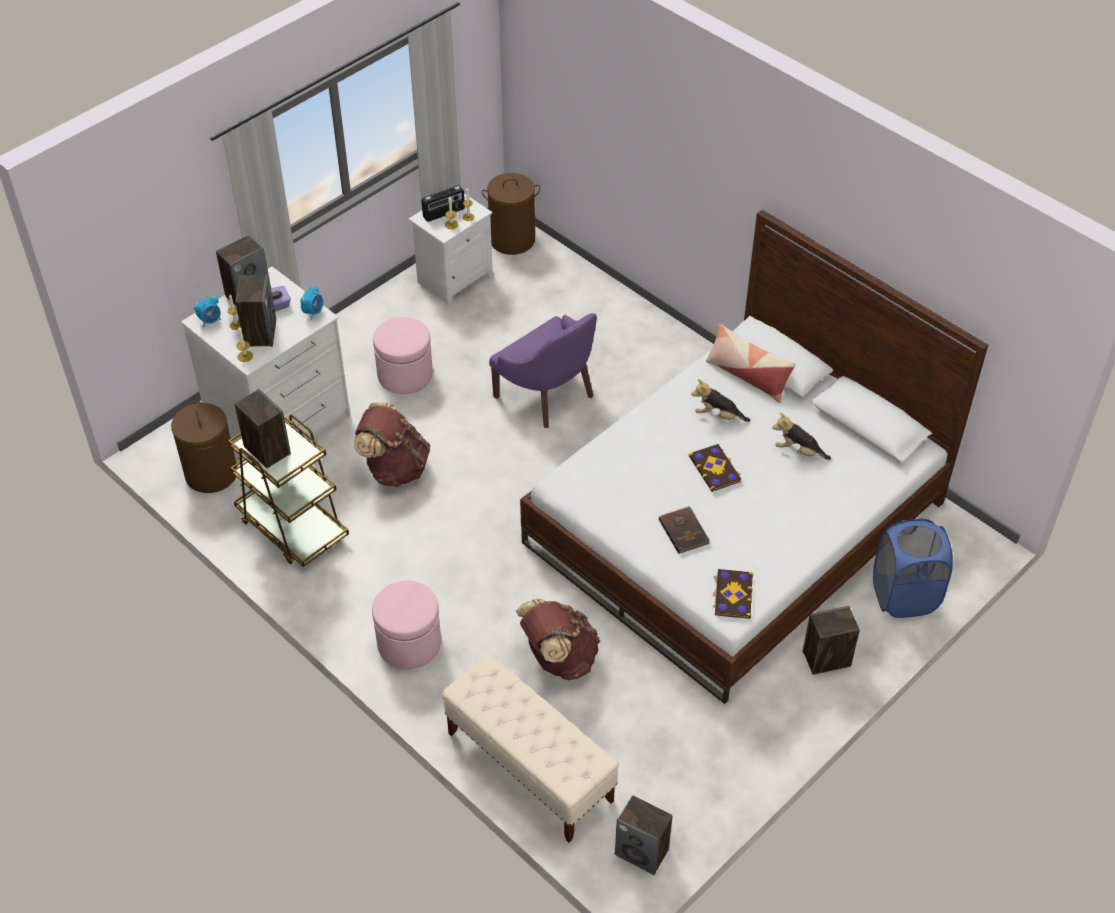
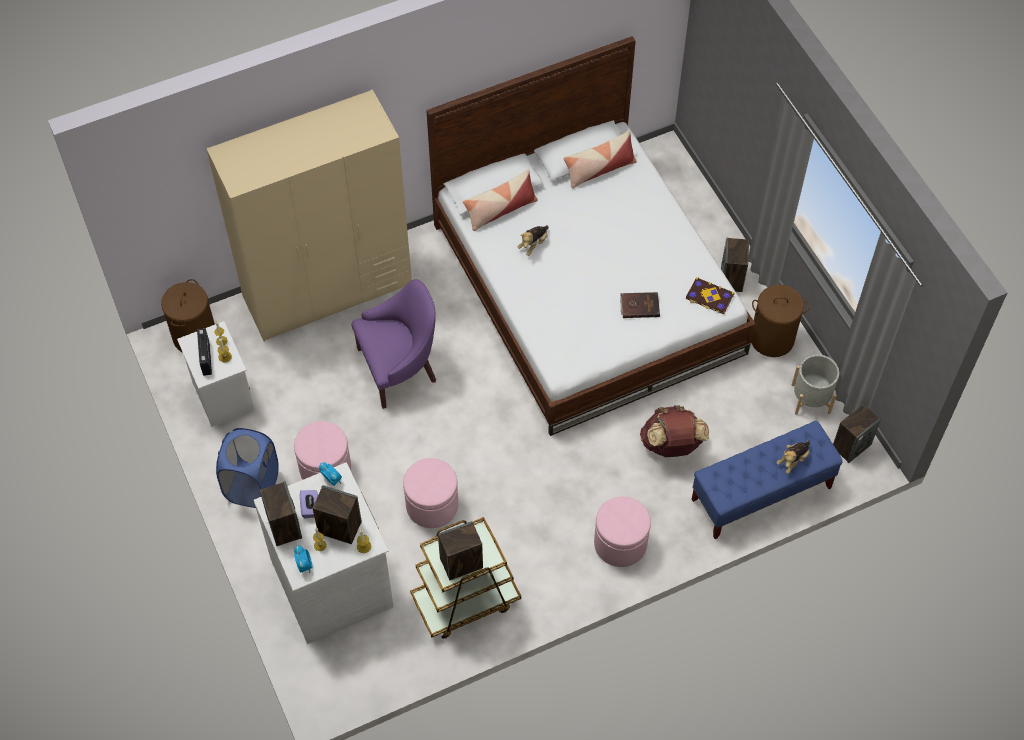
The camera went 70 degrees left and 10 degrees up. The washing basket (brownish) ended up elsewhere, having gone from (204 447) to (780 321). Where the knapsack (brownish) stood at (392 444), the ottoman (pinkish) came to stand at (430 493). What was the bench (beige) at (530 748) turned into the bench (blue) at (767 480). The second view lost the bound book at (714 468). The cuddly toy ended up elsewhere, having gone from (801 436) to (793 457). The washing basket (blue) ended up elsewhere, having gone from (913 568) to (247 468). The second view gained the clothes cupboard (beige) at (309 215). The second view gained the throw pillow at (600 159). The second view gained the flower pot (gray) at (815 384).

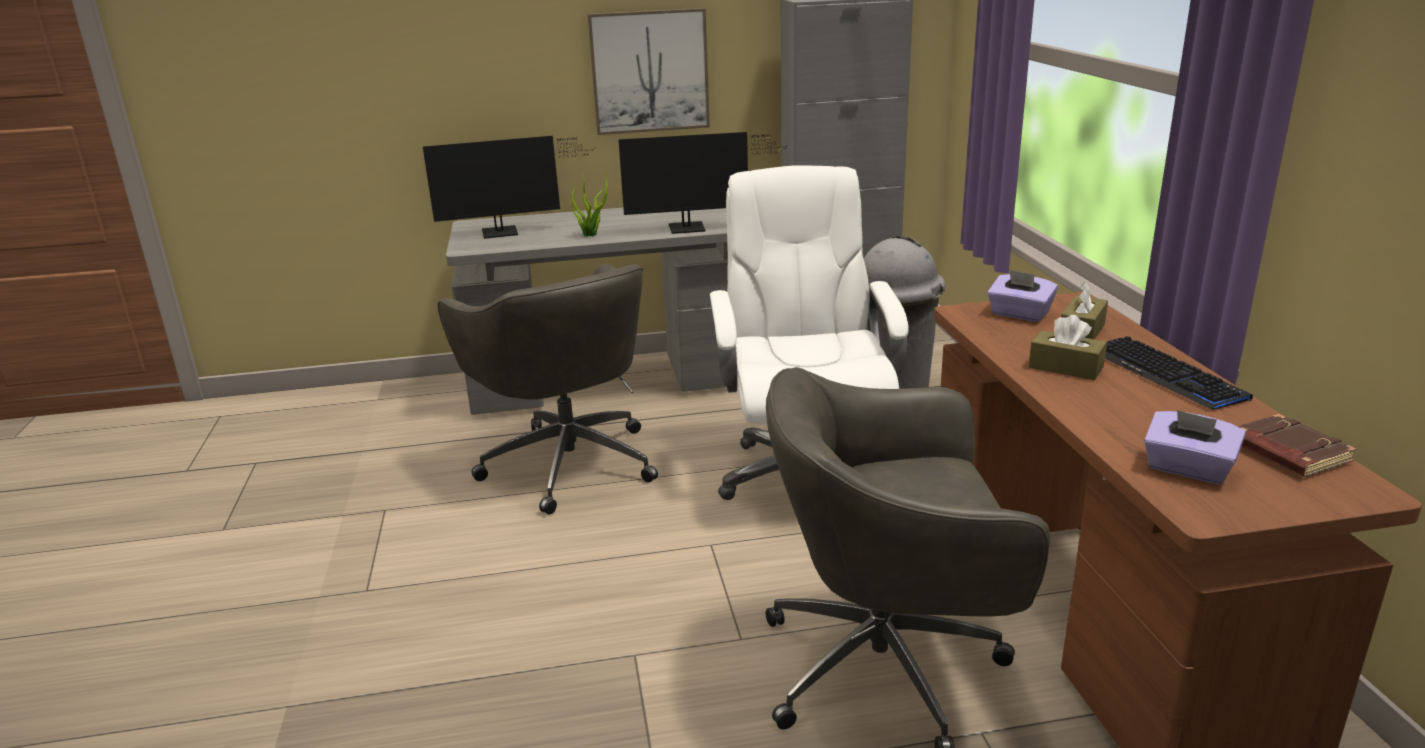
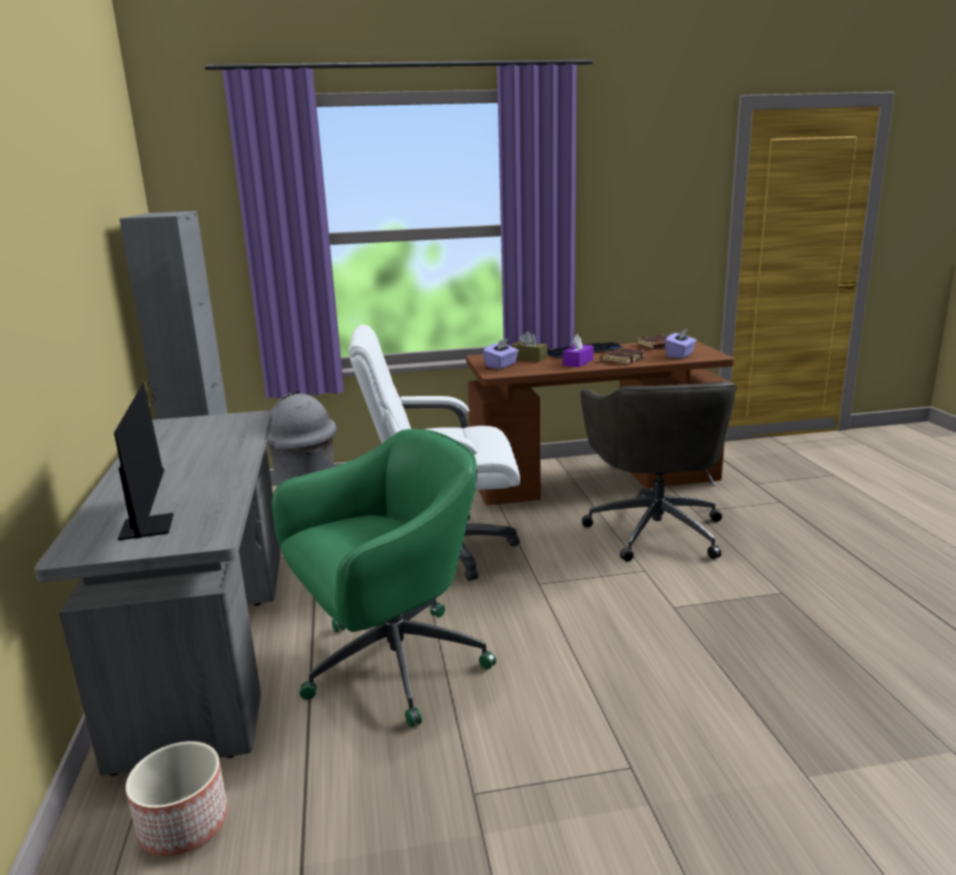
The camera went 90 degrees left and 5 degrees down. What was the computer chair (gray) at (548 389) turned into the computer chair (greenish) at (384 578). The second view lost the potted plant at (590 202). The second view lost the wall art at (649 71). The second view lost the computer display at (703 183). What was the box of tissues (brownish) at (1068 347) turned into the box of tissues (purplish) at (578 350). The second view gained the flower pot at (176 798). The second view gained the bound book (brownish) at (623 356).

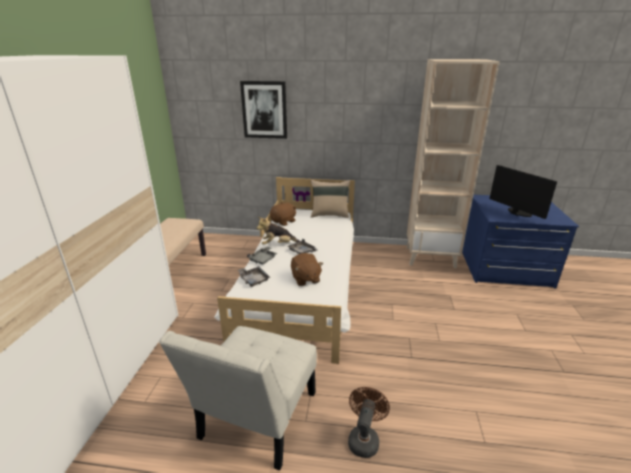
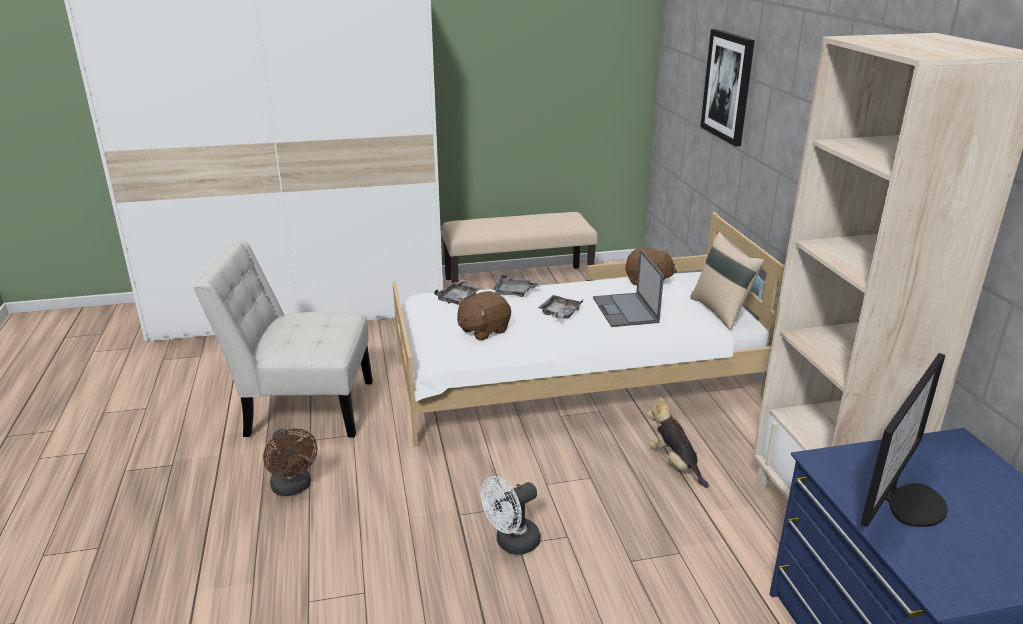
The camera went 70 degrees right and 0 degrees up. The cuddly toy ended up elsewhere, having gone from (278 231) to (677 442). The electric fan (brownish) at (369 422) ended up facing another way, 60 degrees clockwise from before. The second view gained the electric fan (white) at (510 515). The second view gained the notebook computer at (628 288).

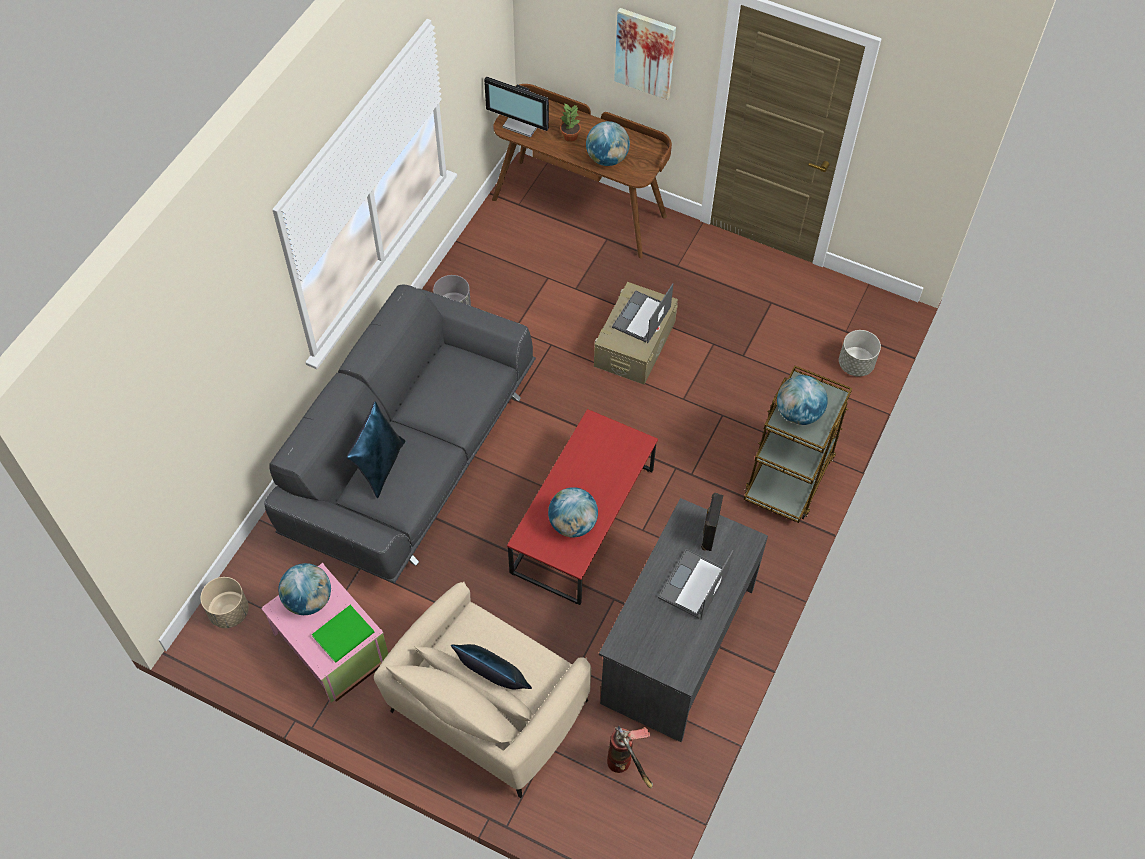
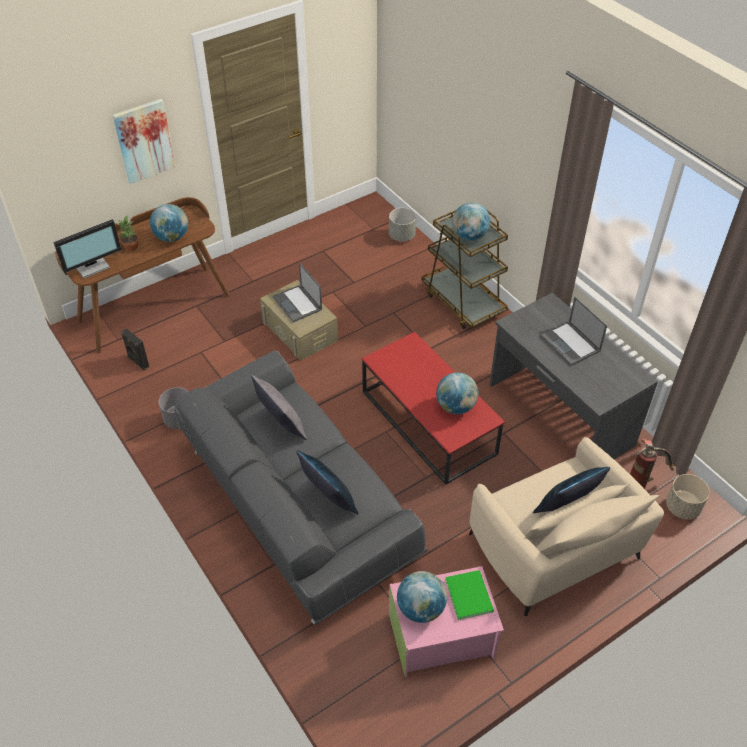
The camera went 60 degrees left and 10 degrees down. The flower pot (beige) ended up elsewhere, having gone from (224 602) to (688 497). The audio speaker (black-coloured) ended up elsewhere, having gone from (712 522) to (135 349). The second view gained the throw pillow (gray) at (279 407).

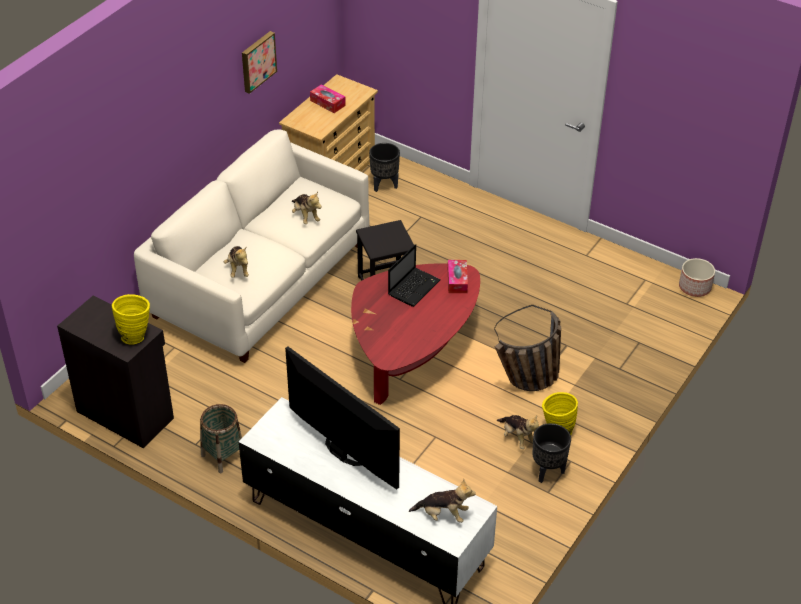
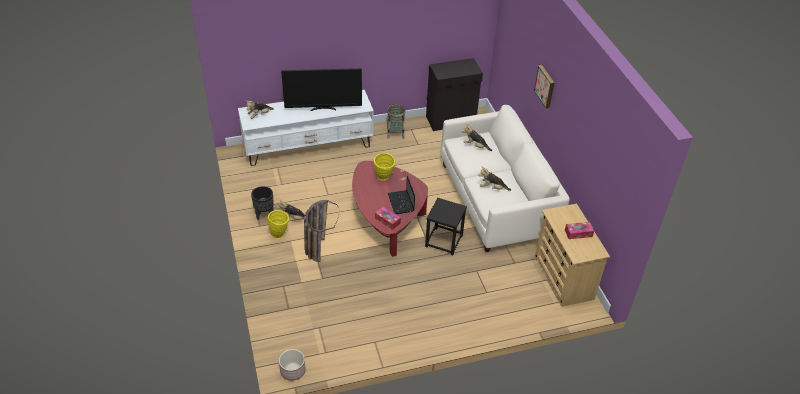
The camera went 130 degrees right and 0 degrees up. The decorative vase (yellowish) ended up elsewhere, having gone from (131 319) to (384 167). The wall art ended up elsewhere, having gone from (259 62) to (544 86). The second view lost the flower pot (black-coloured) at (384 167).

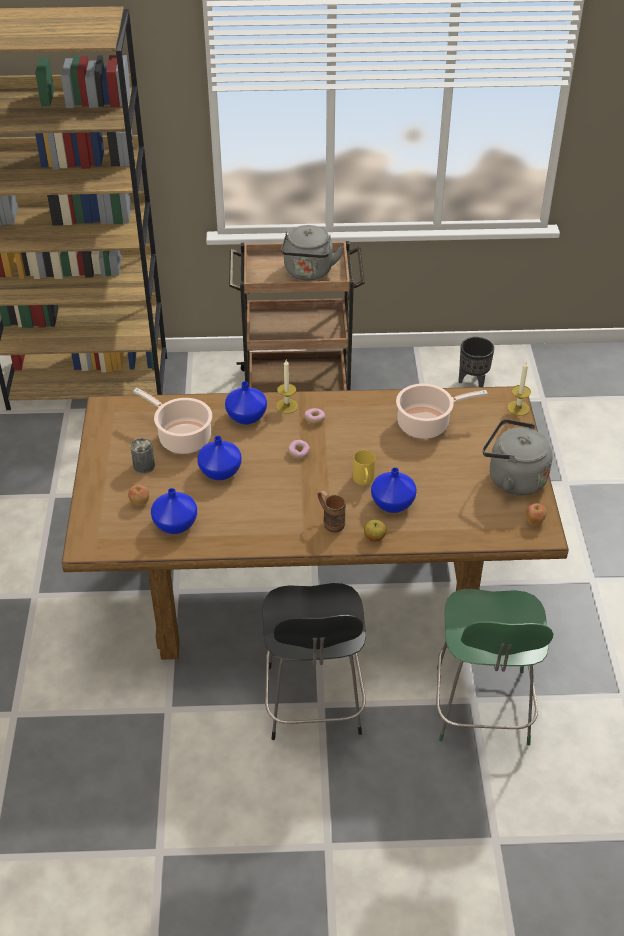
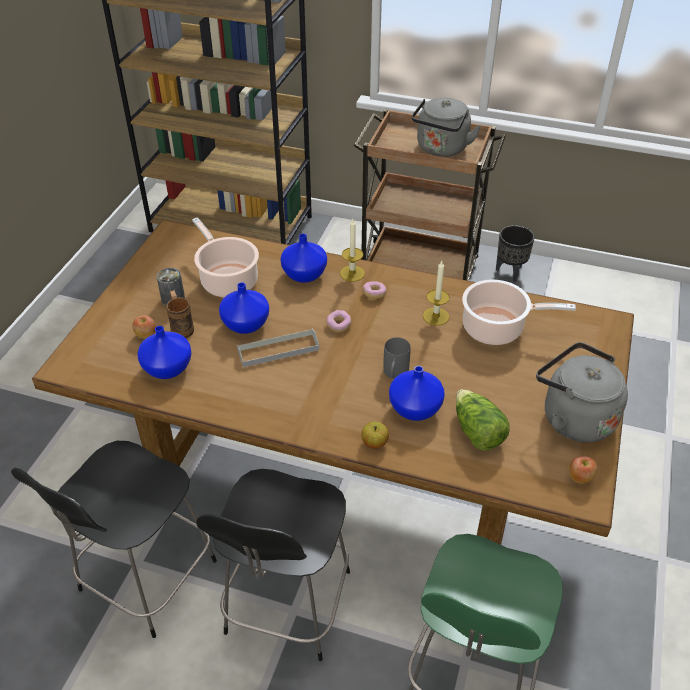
The camera went 20 degrees right and 0 degrees up. The tea mug (brownish) ended up elsewhere, having gone from (332 511) to (180 314). What was the tea mug (yellowish) at (364 467) turned into the tea mug (gray) at (397 358). The flower pot (black-coloured) ended up elsewhere, having gone from (476 362) to (515 253). The wax light ended up elsewhere, having gone from (519 389) to (436 293). The second view gained the upright chair (black-coloured) at (114 539). The second view gained the serving tray (gray) at (278 348). The second view gained the lettuce head at (483 420).

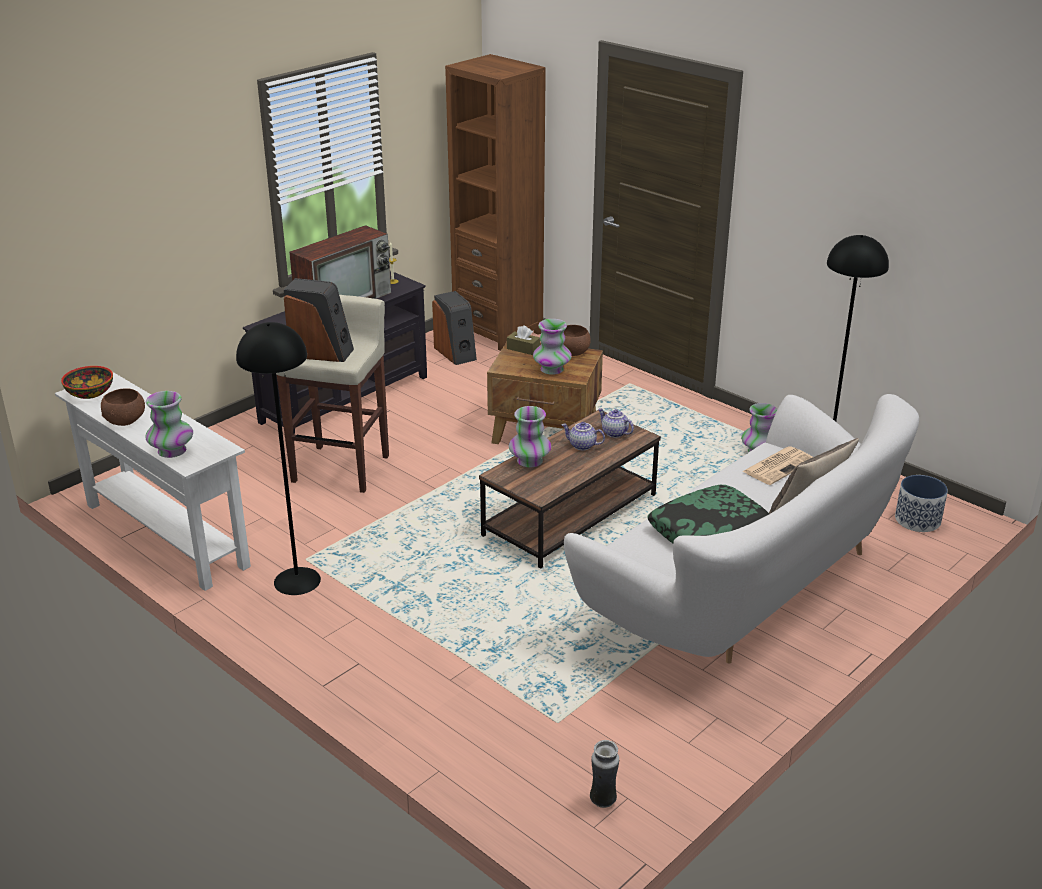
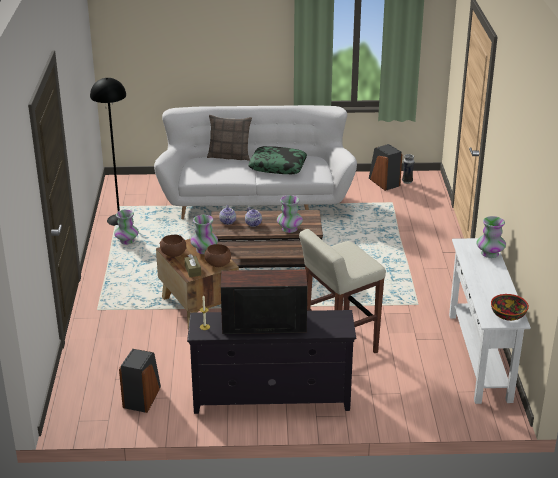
The camera went 135 degrees left and 0 degrees up. The deep dish (brownish) ended up elsewhere, having gone from (123 407) to (217 255). The second view lost the floor lamp (black-coloured) at (278 458). The audio speaker ended up elsewhere, having gone from (319 320) to (385 167). The second view lost the bookcase (brownish) at (495 202). The second view lost the daily paper at (777 465). The second view lost the flower pot at (921 503).

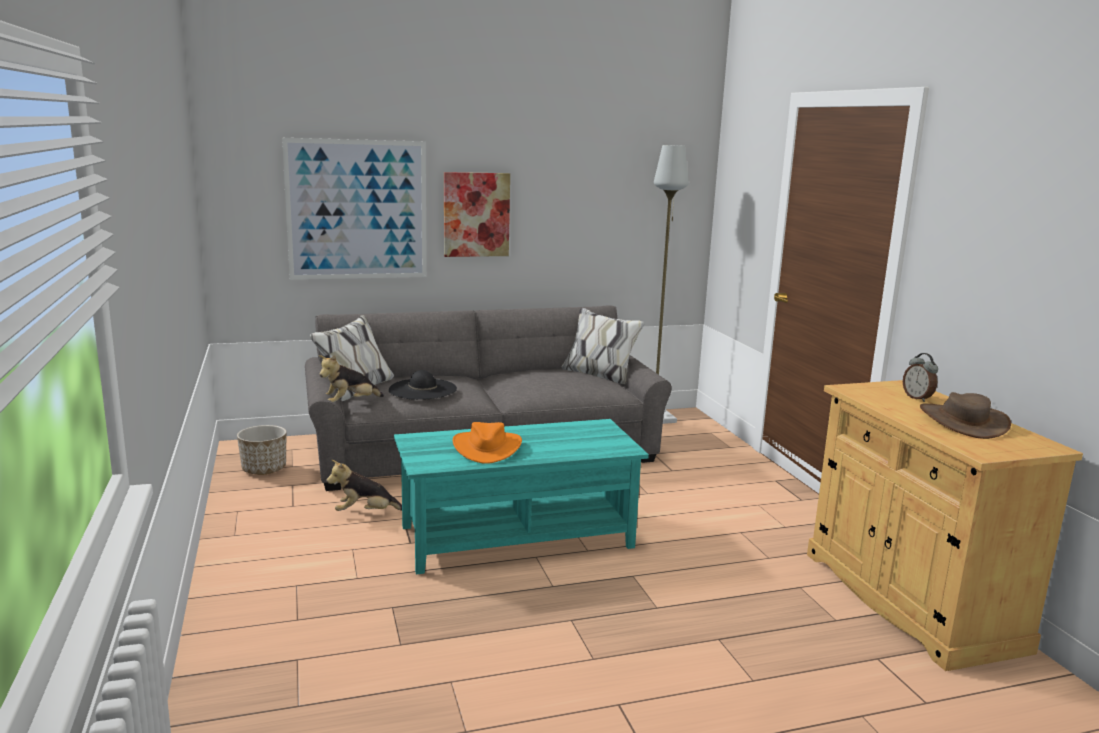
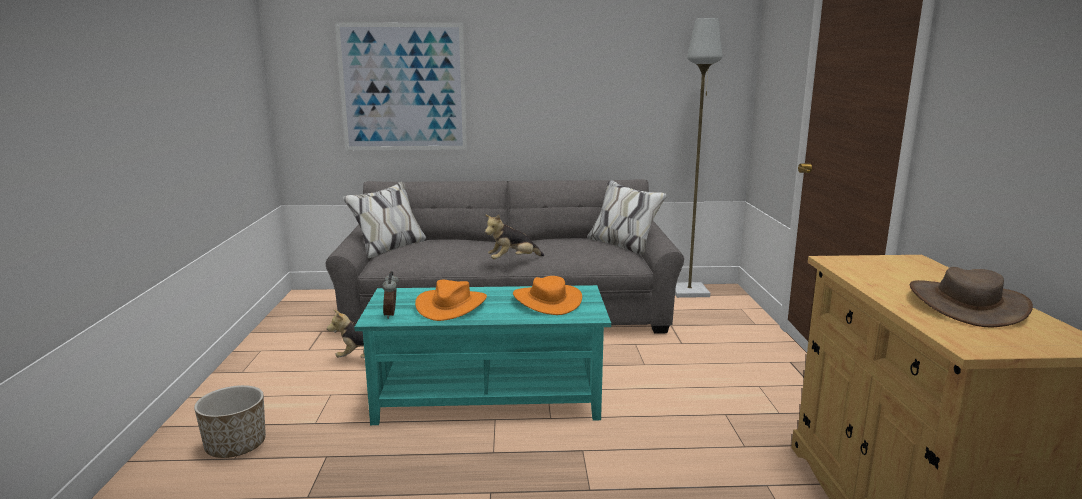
The camera went 15 degrees right and 0 degrees up. The flower pot ended up elsewhere, having gone from (262 450) to (230 421). The cuddly toy ended up elsewhere, having gone from (351 378) to (514 237). The second view lost the wearable hat (black-coloured) at (423 385). The second view lost the wall art at (477 214). The bedside clock ended up elsewhere, having gone from (920 377) to (390 295). The second view gained the wearable hat (orange-coloured) at (547 295).

